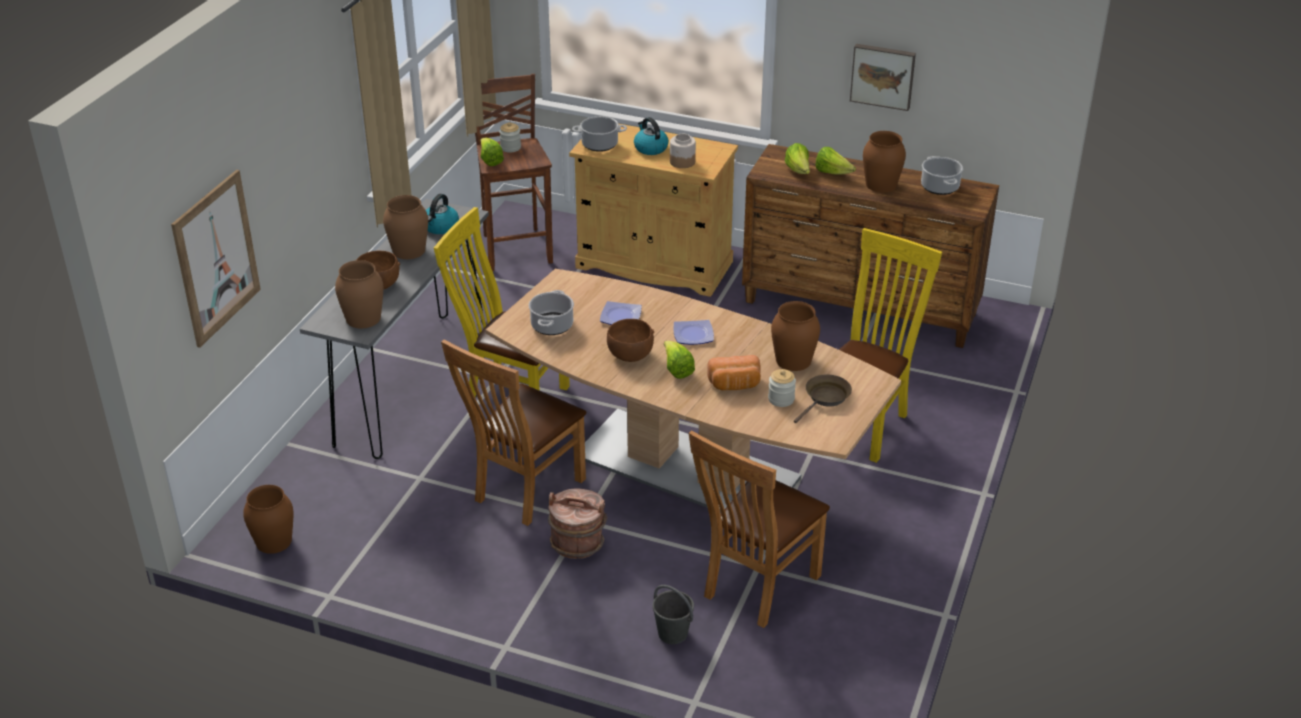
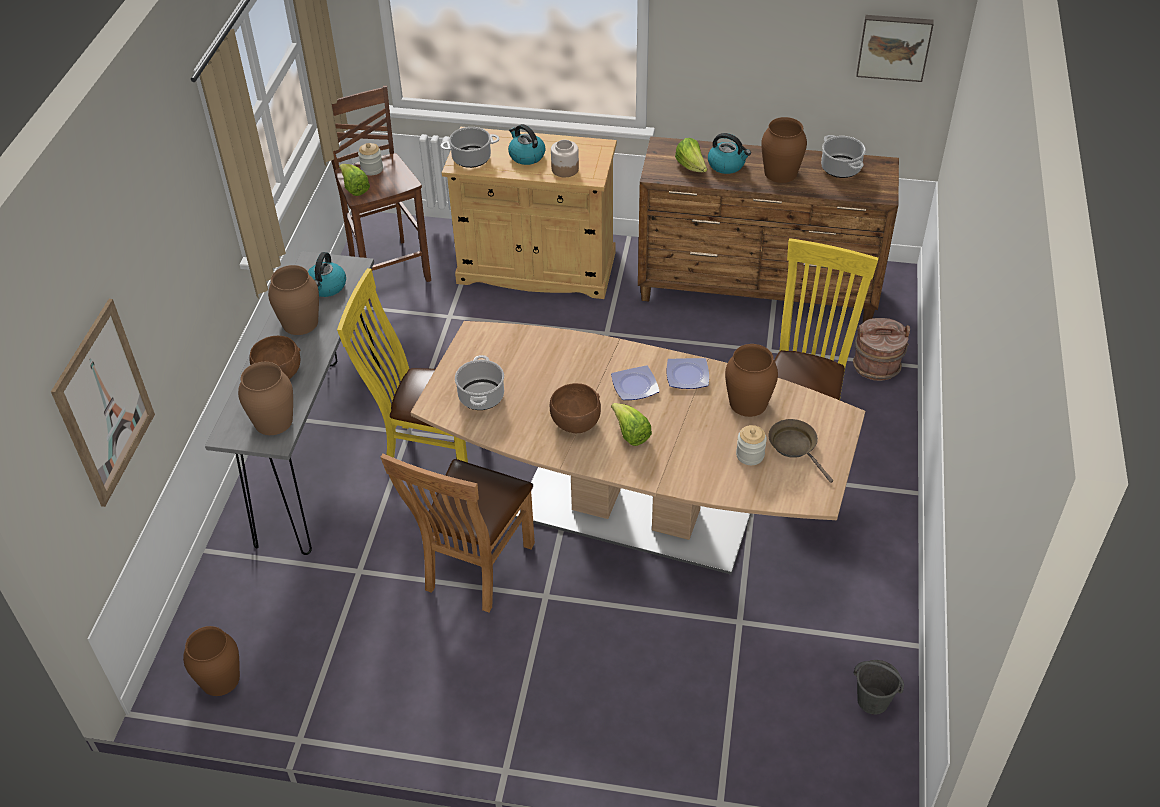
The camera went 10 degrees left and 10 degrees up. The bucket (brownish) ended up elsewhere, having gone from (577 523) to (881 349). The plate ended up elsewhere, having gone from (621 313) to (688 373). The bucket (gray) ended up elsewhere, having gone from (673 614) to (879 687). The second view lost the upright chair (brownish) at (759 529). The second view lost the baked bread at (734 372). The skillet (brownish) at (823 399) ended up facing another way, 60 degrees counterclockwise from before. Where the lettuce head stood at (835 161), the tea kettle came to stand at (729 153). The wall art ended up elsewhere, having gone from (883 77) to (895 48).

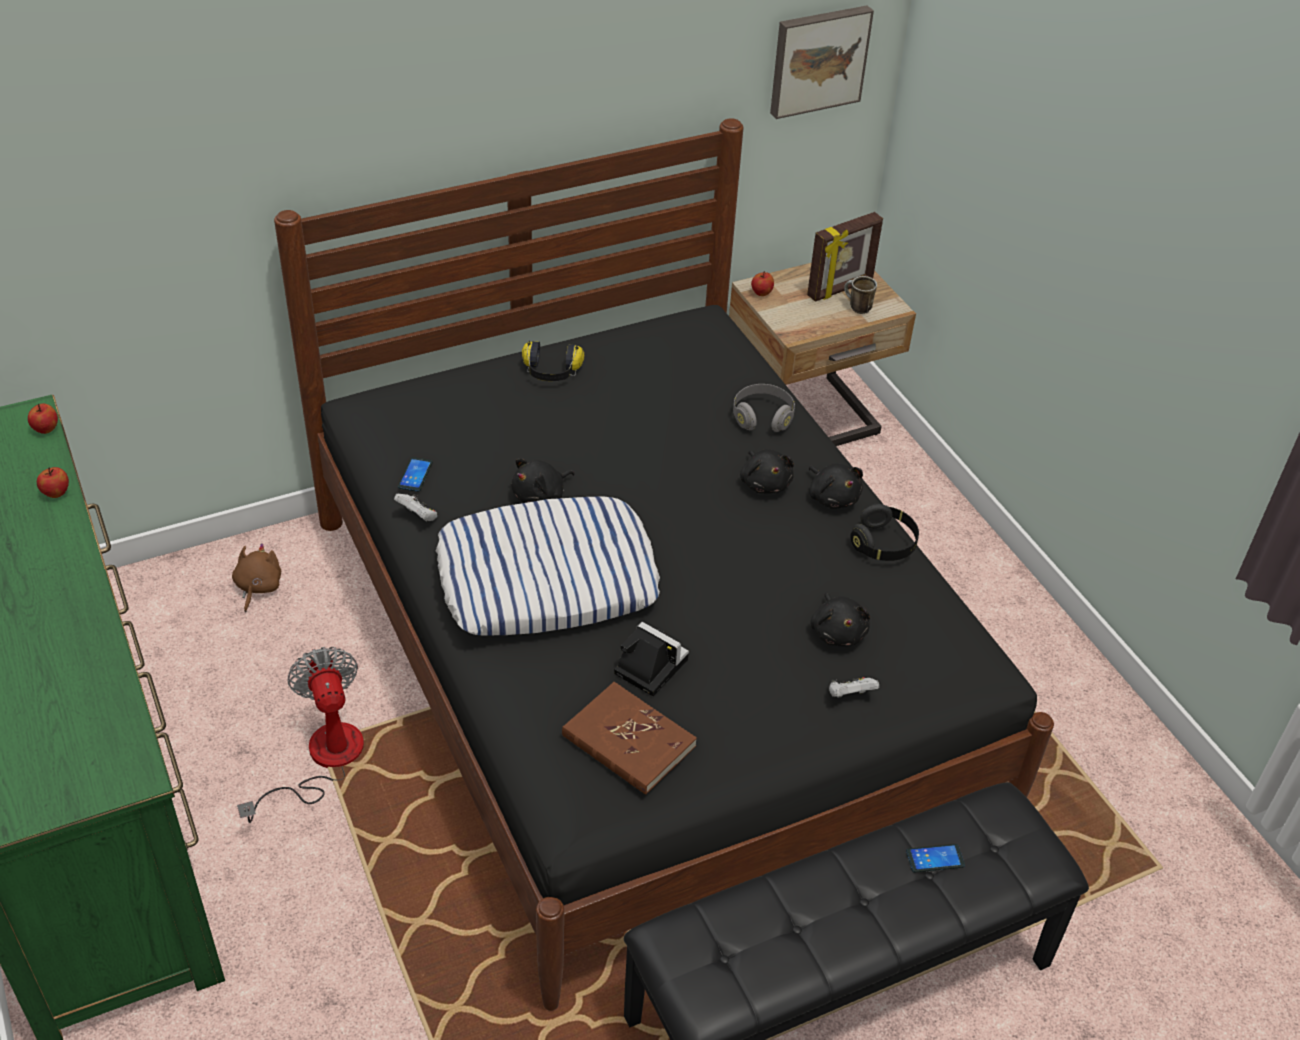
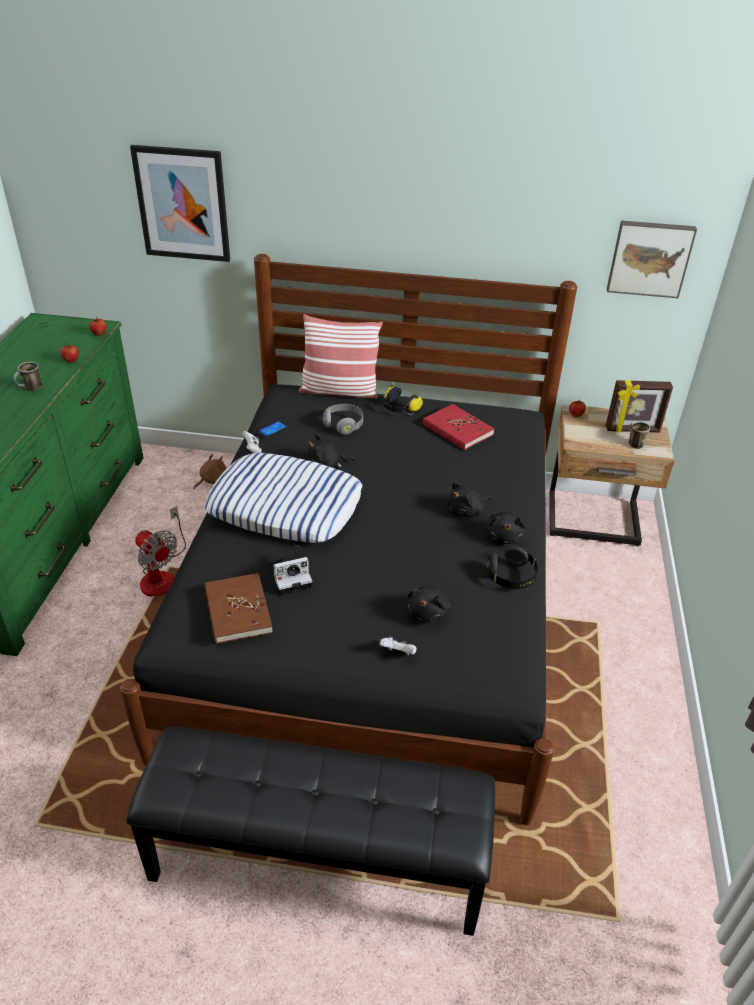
The camera went 35 degrees right and 5 degrees down. The electric fan at (300 735) ended up facing another way, 120 degrees clockwise from before. The photo camera at (651 659) ended up facing another way, 90 degrees clockwise from before. The pair of headphones (gray) ended up elsewhere, having gone from (764 408) to (343 419). The cuddly toy (black-coloured) at (767 471) ended up facing another way, 45 degrees clockwise from before. The second view lost the handset at (935 858). The second view gained the tea mug at (27 376). The second view gained the wall art at (180 203). The second view gained the throw pillow at (341 356). The second view gained the bound book (reddish) at (459 427).

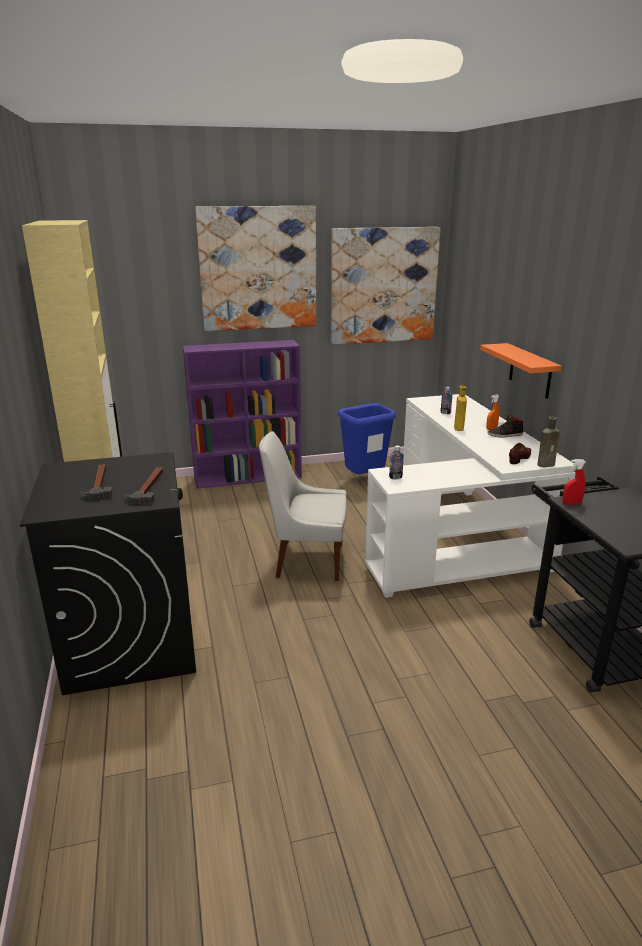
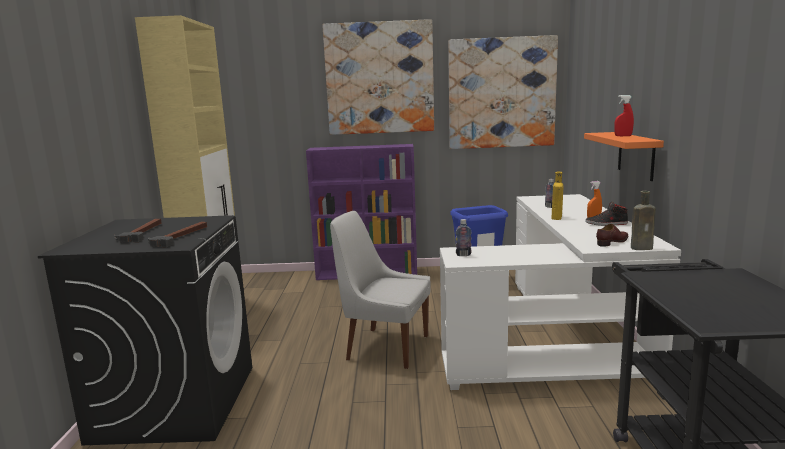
The camera went 15 degrees right and 10 degrees down. The spray bottle (reddish) ended up elsewhere, having gone from (574 482) to (624 115).

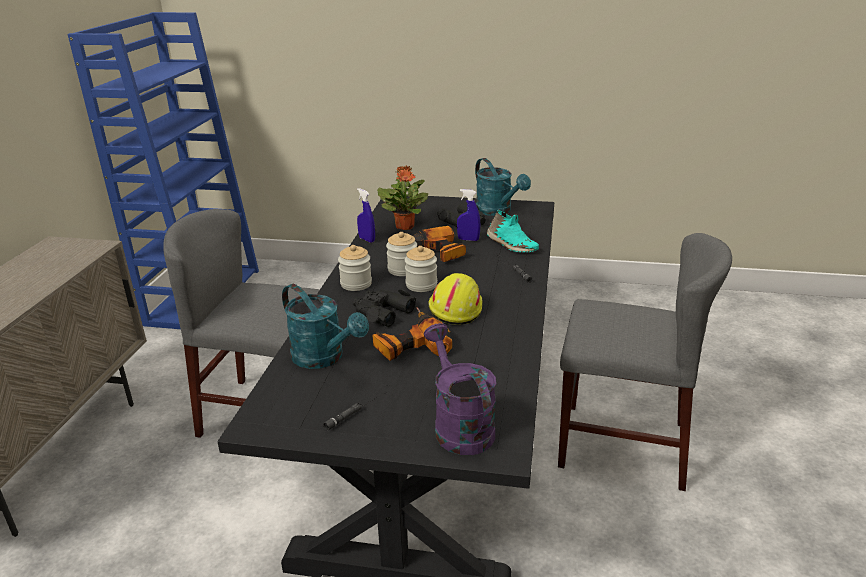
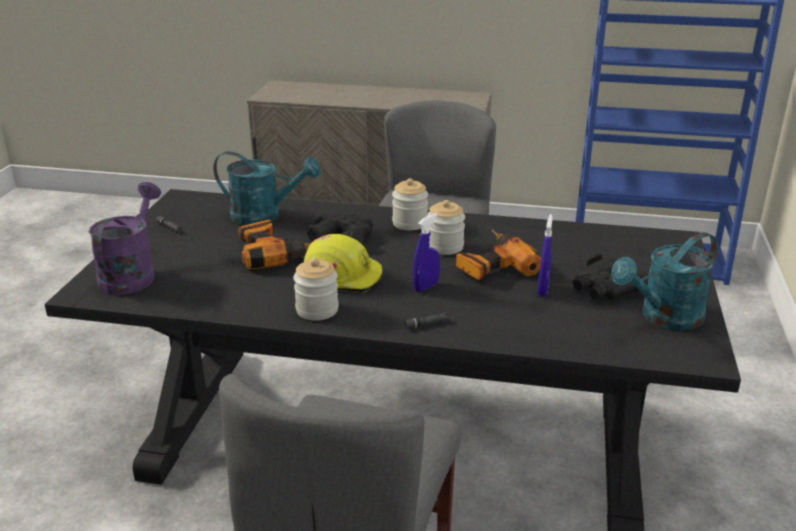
The camera went 90 degrees right and 0 degrees up. The sprinkling can (blue-green) at (325 326) ended up facing another way, 120 degrees counterclockwise from before. The spray bottle (blue) ended up elsewhere, having gone from (366 215) to (426 252). The second view lost the potted plant at (402 197). The jar ended up elsewhere, having gone from (421 269) to (316 289). The sprinkling can (purplish) at (460 389) ended up facing another way, 60 degrees counterclockwise from before. The second view lost the item of footwear (blue-green) at (512 230).

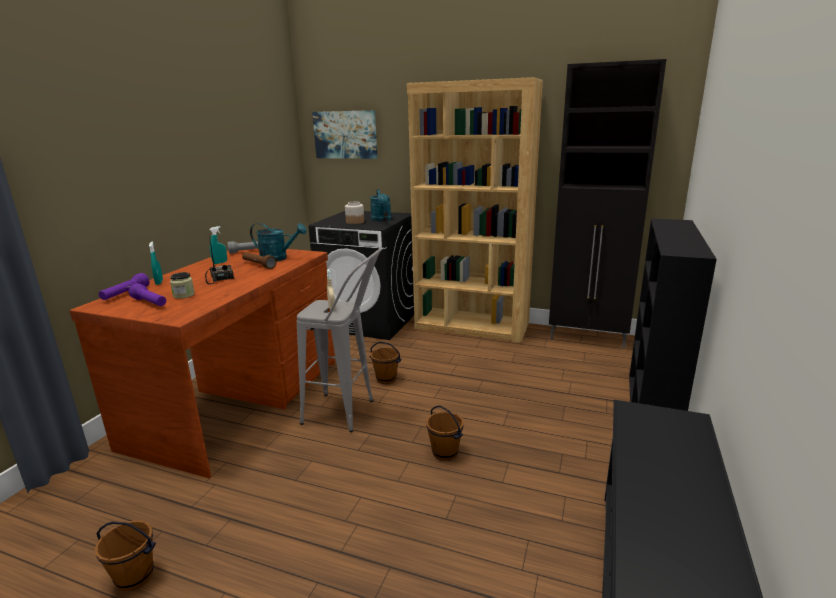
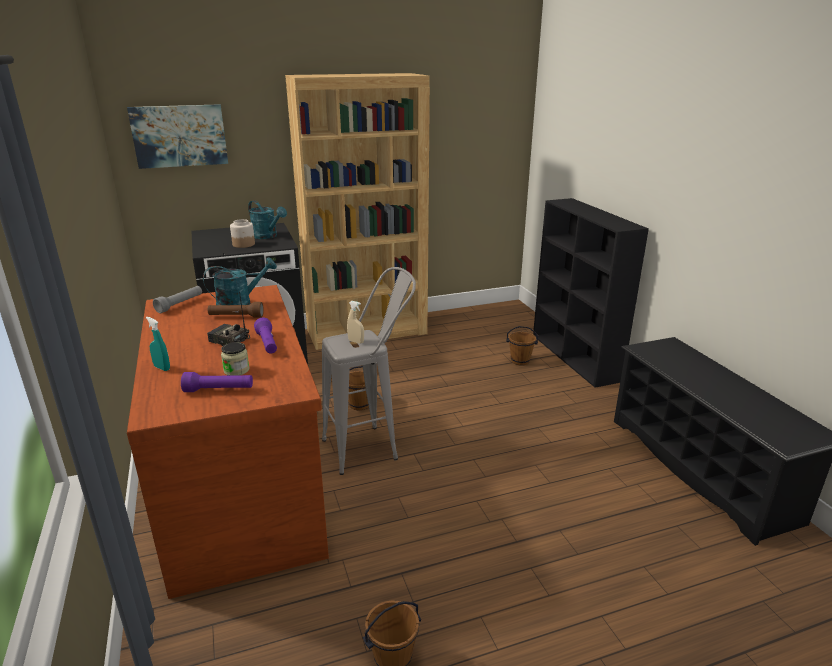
The camera went 40 degrees left and 5 degrees up. The torch (purplish) ended up elsewhere, having gone from (124 286) to (265 336). The second view lost the spray bottle (blue-green) at (218 245). The bucket (brownish) ended up elsewhere, having gone from (445 433) to (522 346). The second view lost the cupboard (black-coloured) at (607 204).

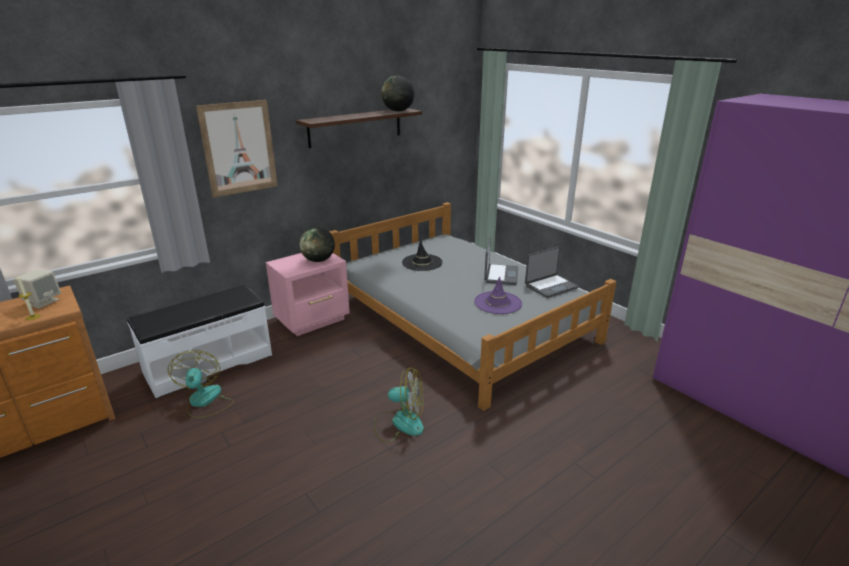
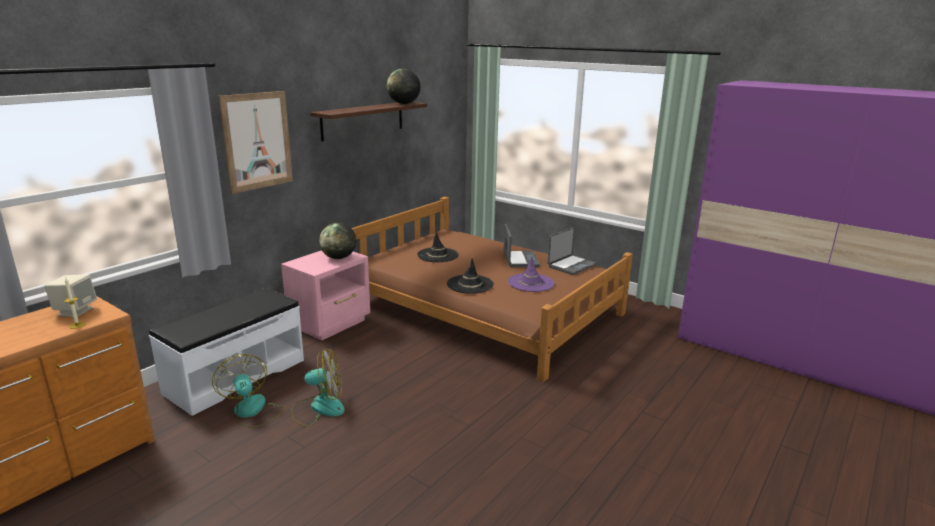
The camera went 15 degrees left and 5 degrees down. What was the sleeping bed (gray) at (472 306) turned into the sleeping bed (brownish) at (492 289). The electric fan ended up elsewhere, having gone from (399 405) to (318 387). The second view gained the wearable hat (black-coloured) at (470 276).

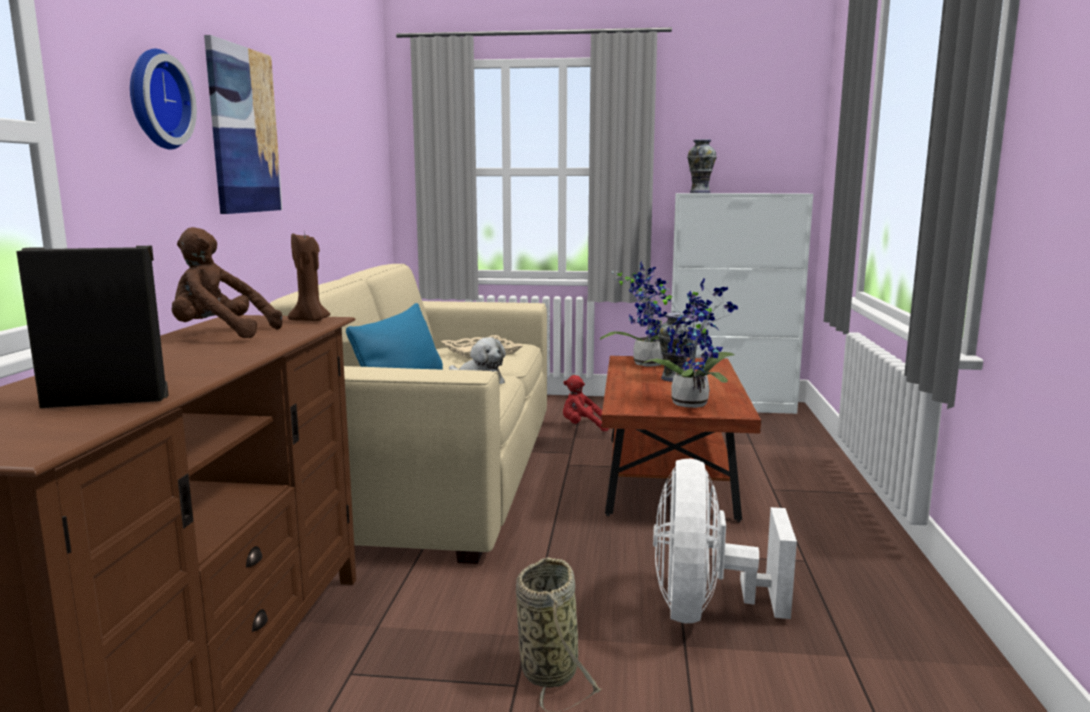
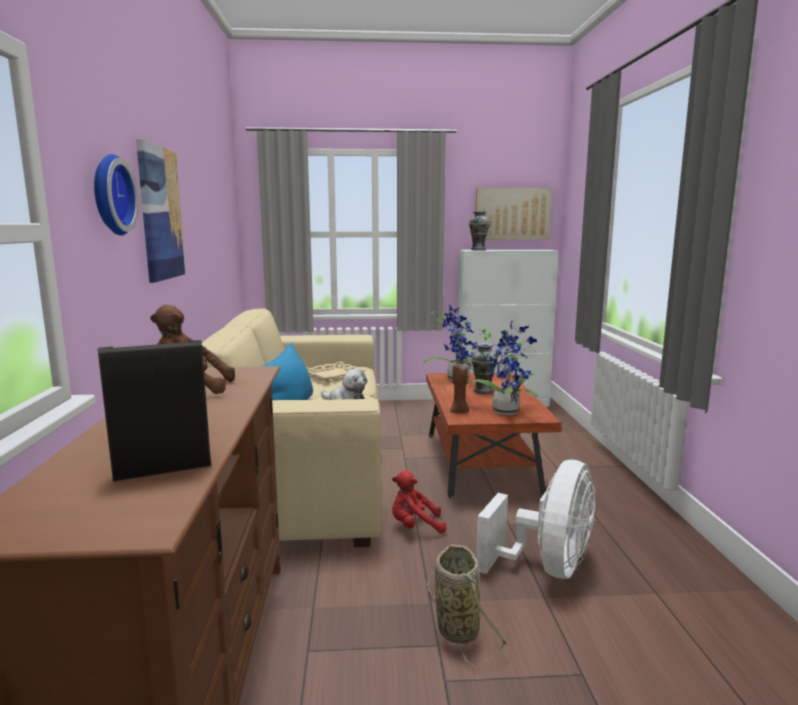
The camera went 10 degrees left and 0 degrees up. The wax light (brownish) ended up elsewhere, having gone from (309 277) to (459 389). The cuddly toy (reddish) ended up elsewhere, having gone from (586 403) to (419 502). The electric fan (white) at (725 541) ended up facing another way, 150 degrees counterclockwise from before. The second view gained the wall art at (514 214).

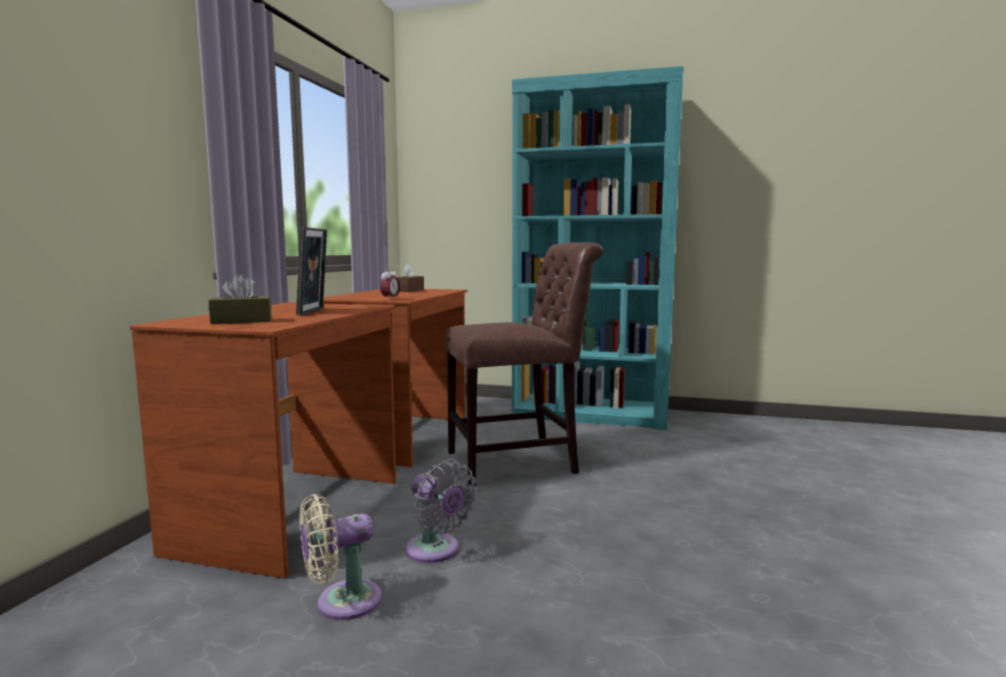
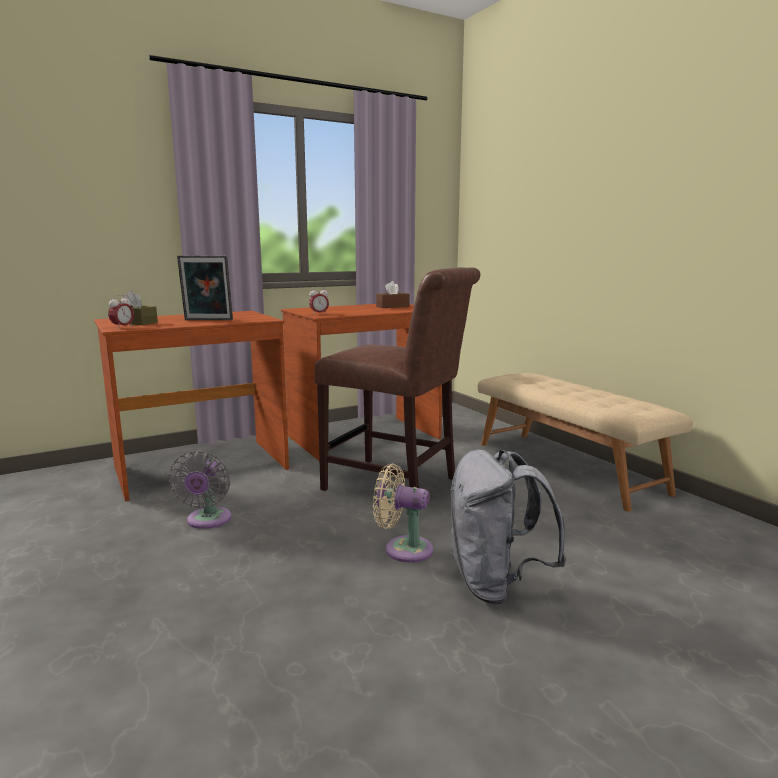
The camera went 45 degrees right and 5 degrees up. The photo frame at (311 271) ended up facing another way, 45 degrees clockwise from before. The electric fan (beige) ended up elsewhere, having gone from (341 557) to (403 513). Where the bookcase (blue-green) stood at (597 248), the bench (beige) came to stand at (585 442). The second view gained the bedside clock at (121 312). The second view gained the knapsack (gray) at (507 527).

